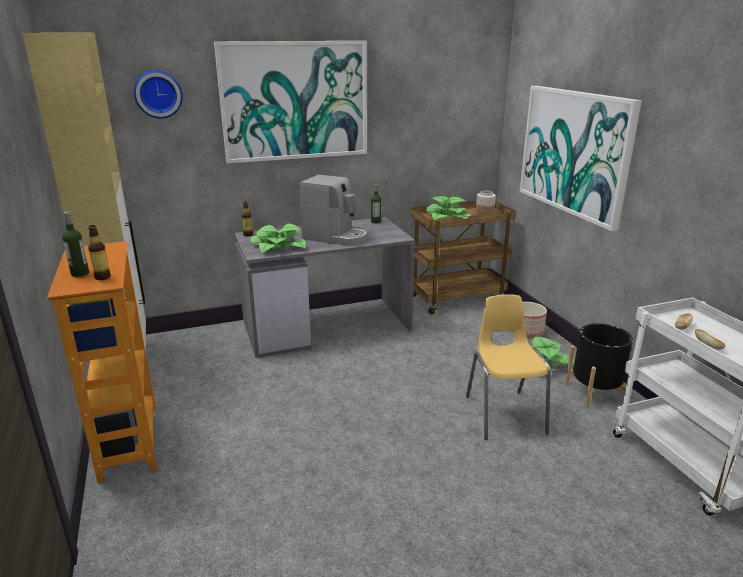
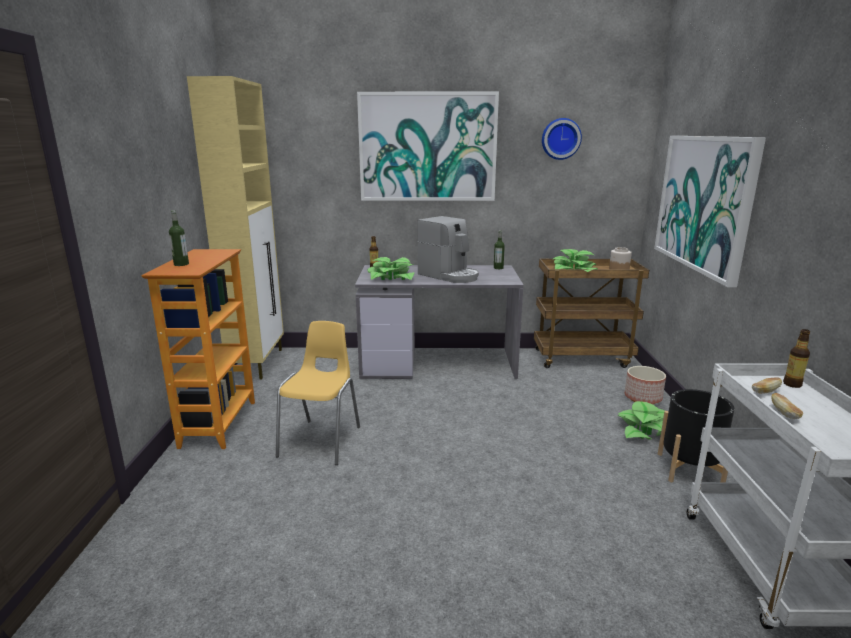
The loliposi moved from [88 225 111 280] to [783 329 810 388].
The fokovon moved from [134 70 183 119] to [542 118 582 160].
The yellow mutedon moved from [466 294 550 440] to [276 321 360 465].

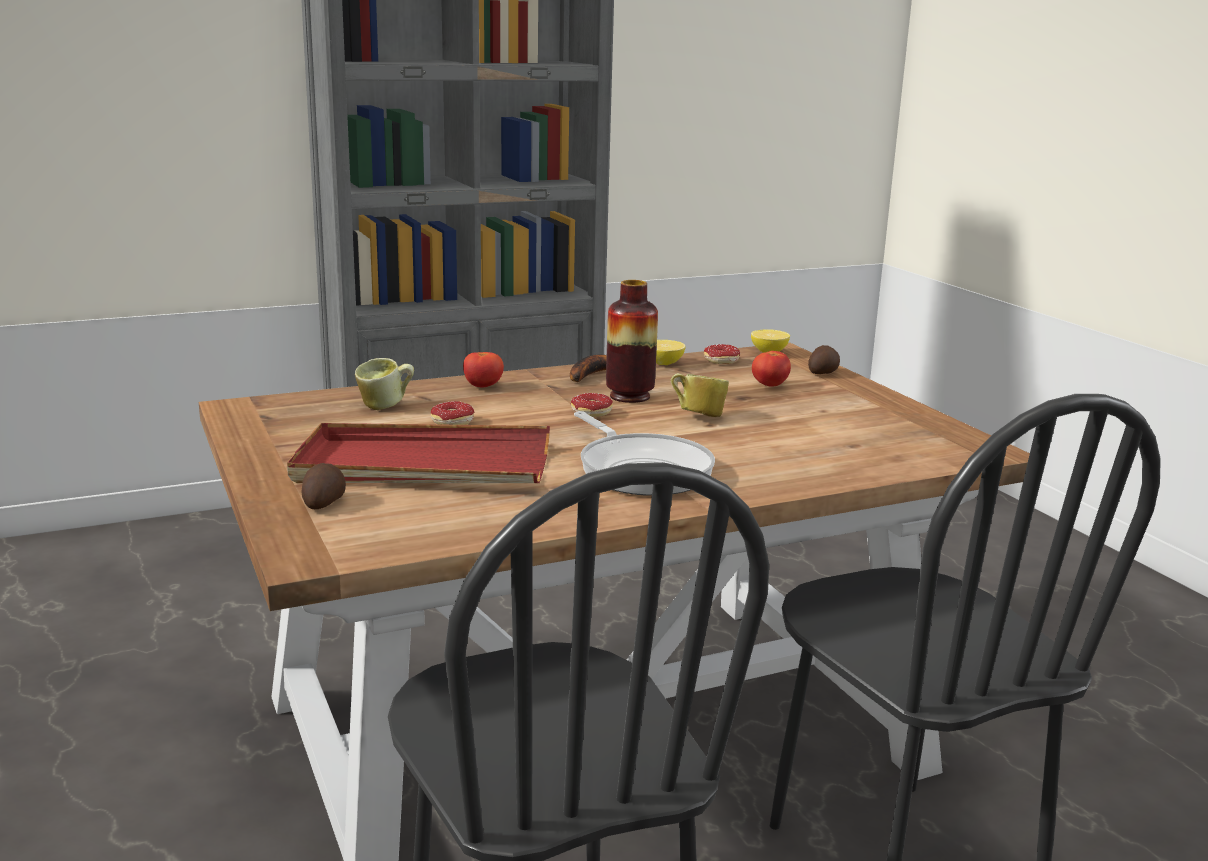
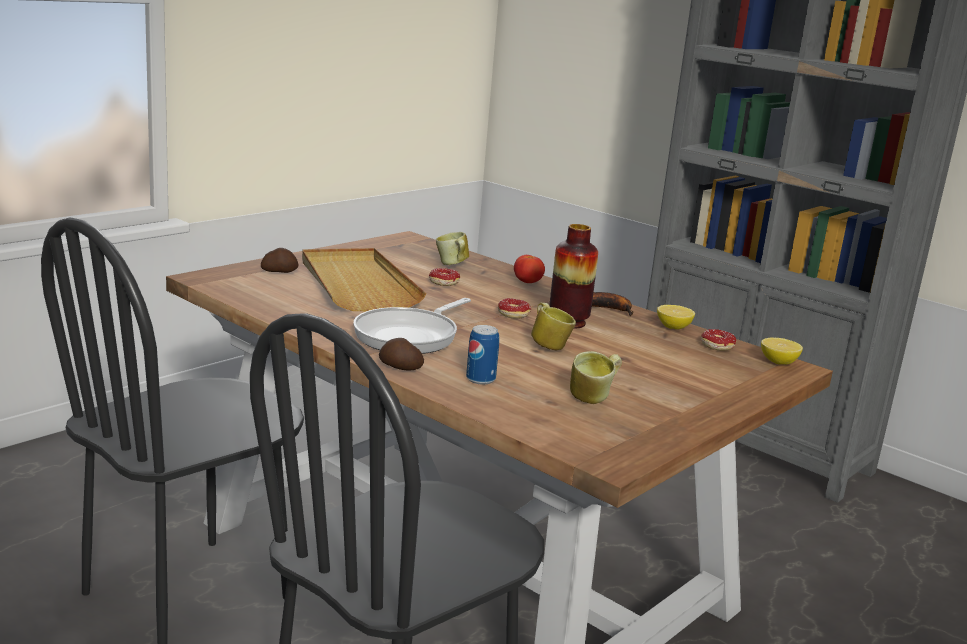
The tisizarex at [752 351 791 387] disappeared.
The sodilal at [466 325 499 385] appeared.
The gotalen at [570 351 622 404] appeared.
The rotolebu moved from [808 345 840 374] to [379 338 424 370].
The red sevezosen at [287 423 550 483] became the beige sevezosen at [302 248 427 311].

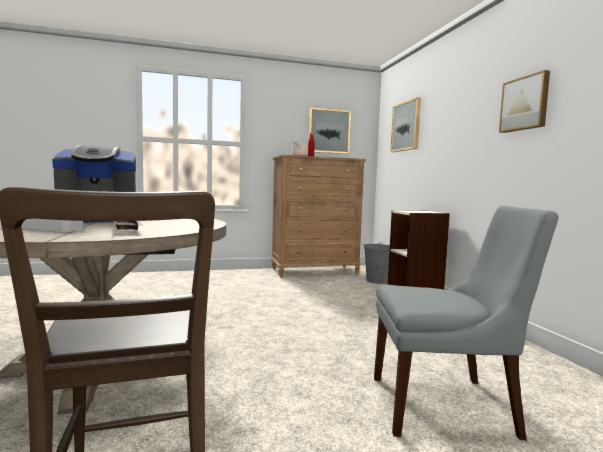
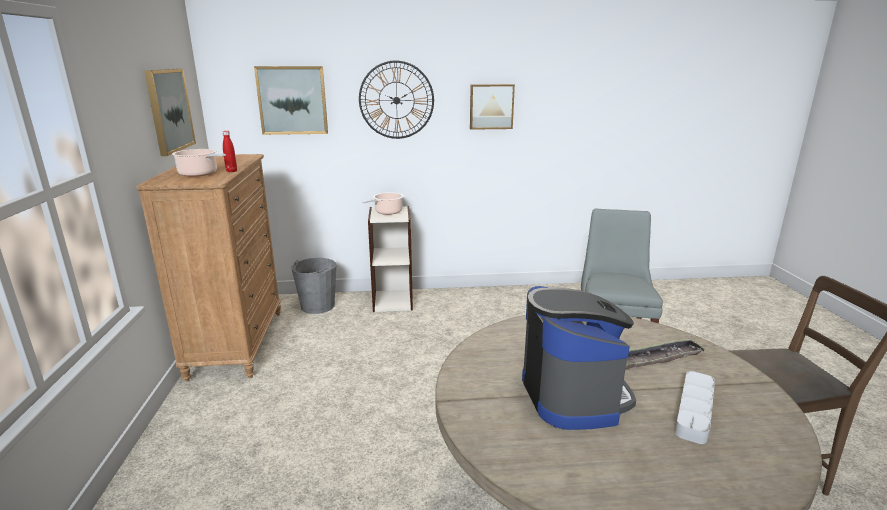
The fokovon at [359 60 434 139] appeared.
The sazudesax at [362 192 403 215] appeared.

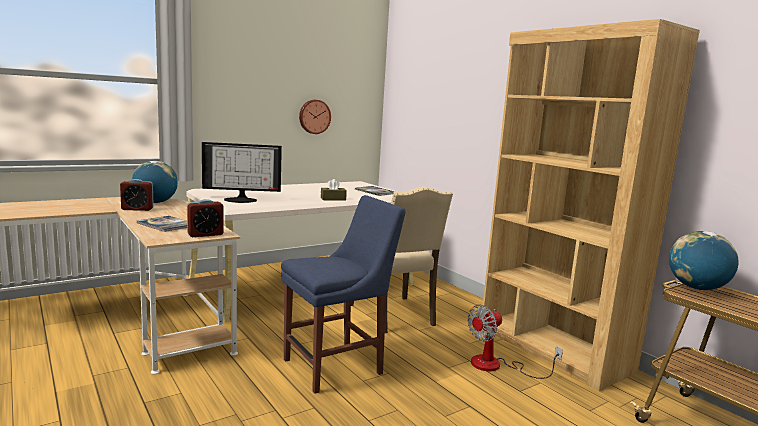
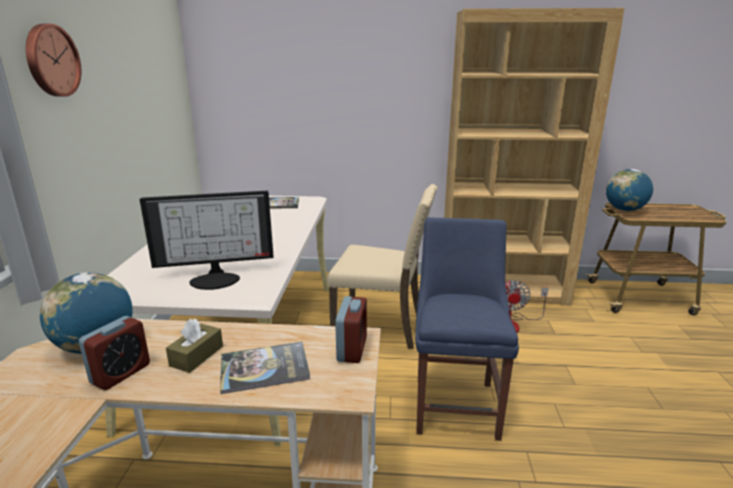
The fokovon moved from [299 100 331 134] to [26 24 81 97].
The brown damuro moved from [321 179 347 201] to [166 318 223 373].
The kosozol at [202 142 282 203] turned 45 degrees clockwise.

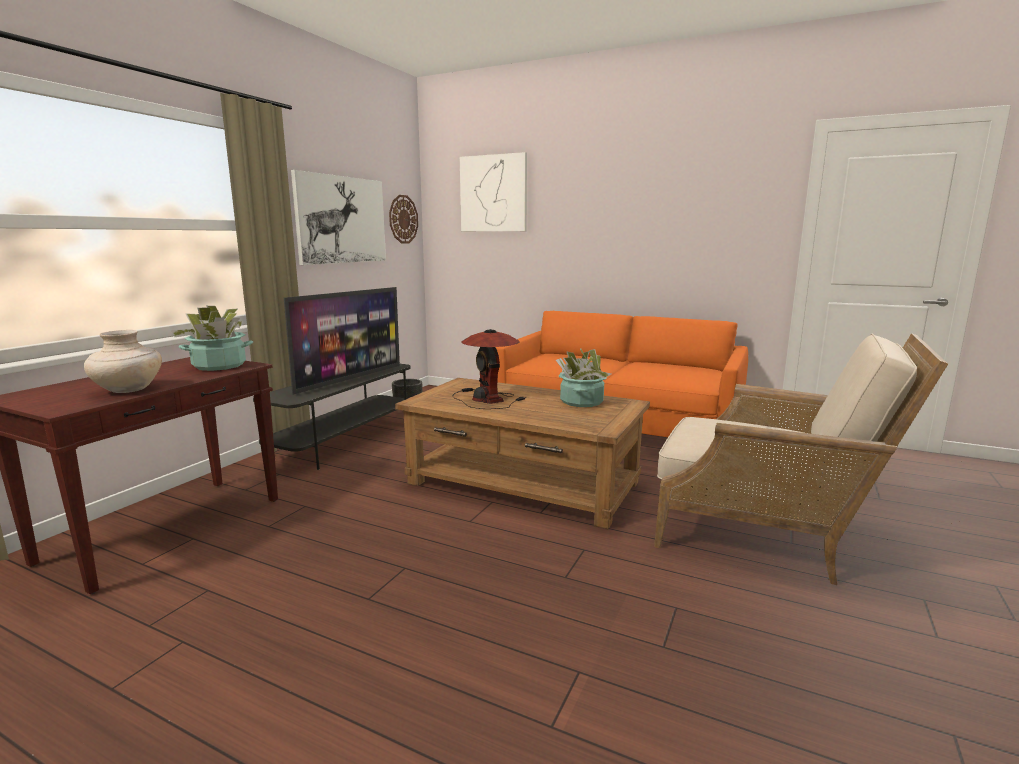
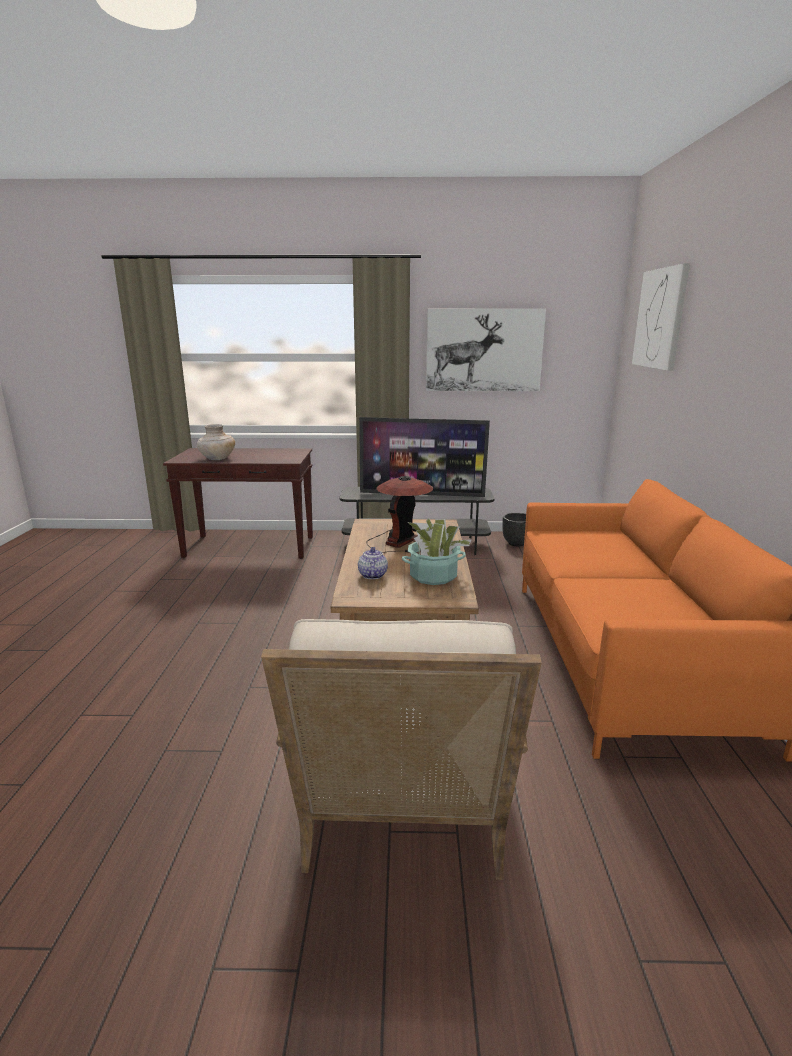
The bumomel at [171 306 253 371] disappeared.
The fokovon at [389 195 418 244] disappeared.
The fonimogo at [358 547 388 579] appeared.

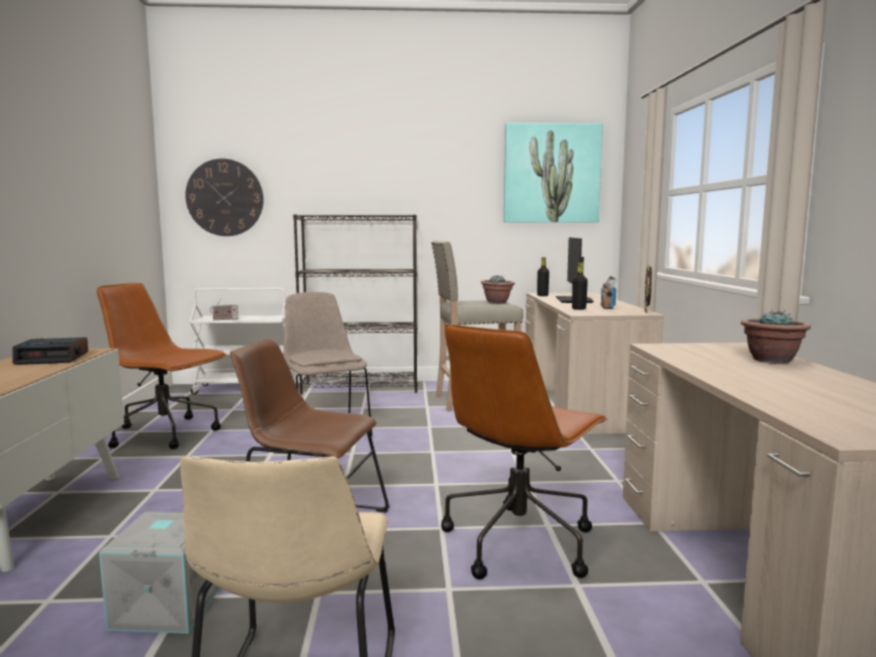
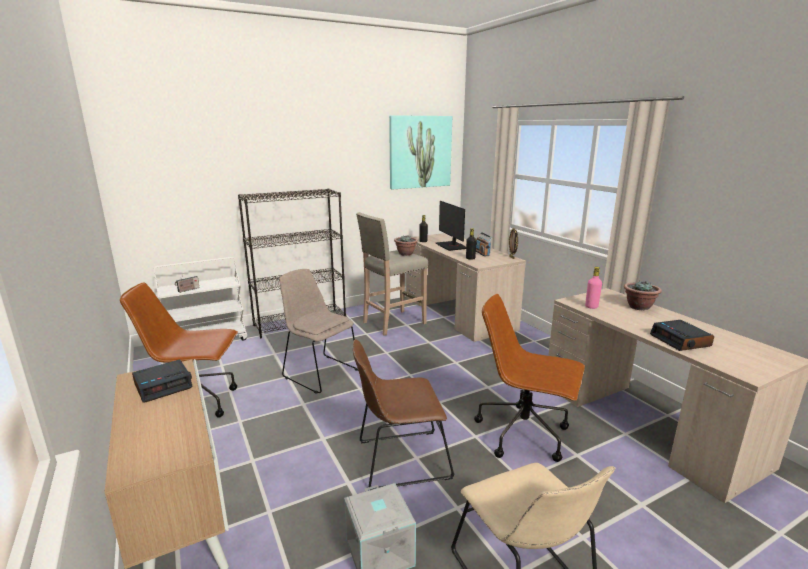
The fokovon at [185 159 264 236] disappeared.
The pink loliposi at [585 267 602 309] appeared.
The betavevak at [650 320 714 351] appeared.
The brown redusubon at [441 324 607 580] turned 105 degrees clockwise.

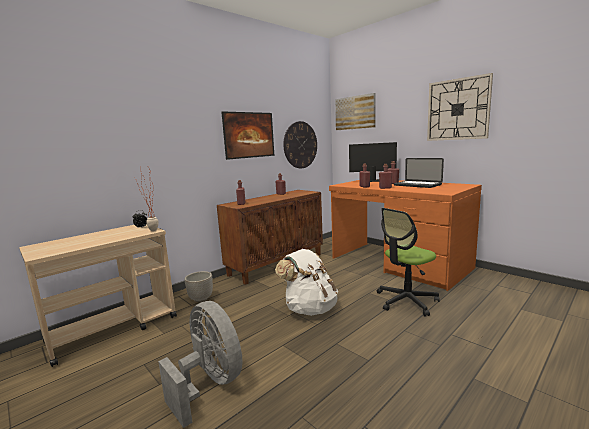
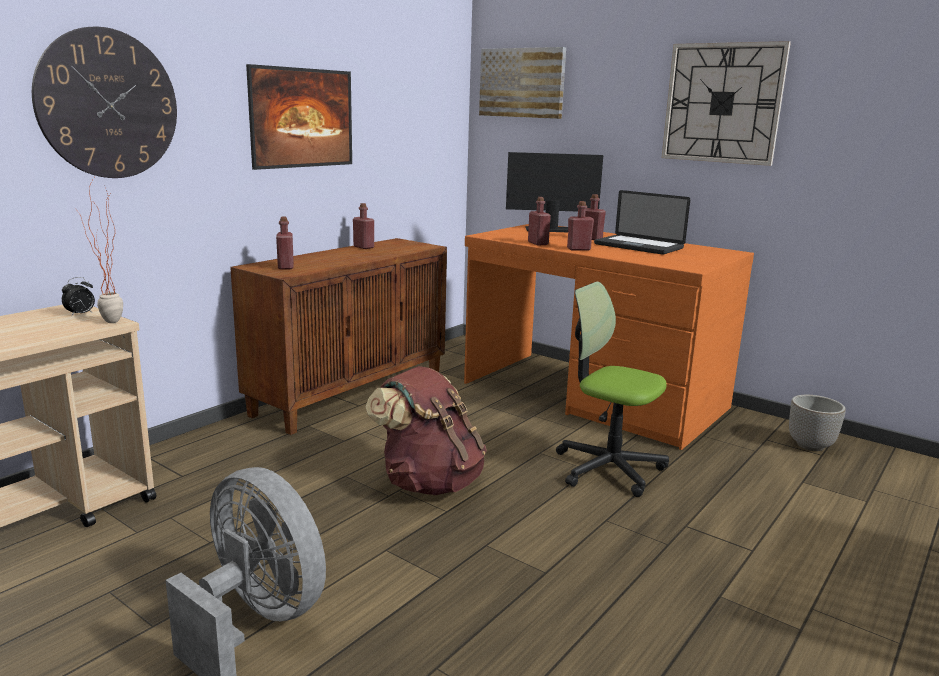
The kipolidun moved from [185 271 213 302] to [789 395 846 451].
The fokovon moved from [283 121 317 168] to [32 27 177 178].
The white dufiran at [275 249 338 316] became the brown dufiran at [365 366 487 495].
The redusubon at [377 208 440 317] turned 75 degrees clockwise.

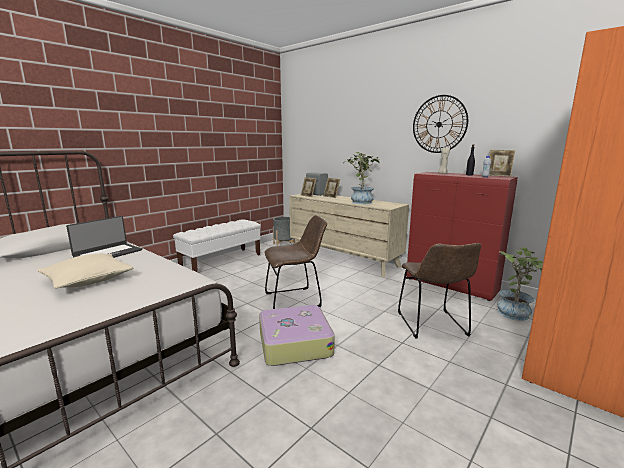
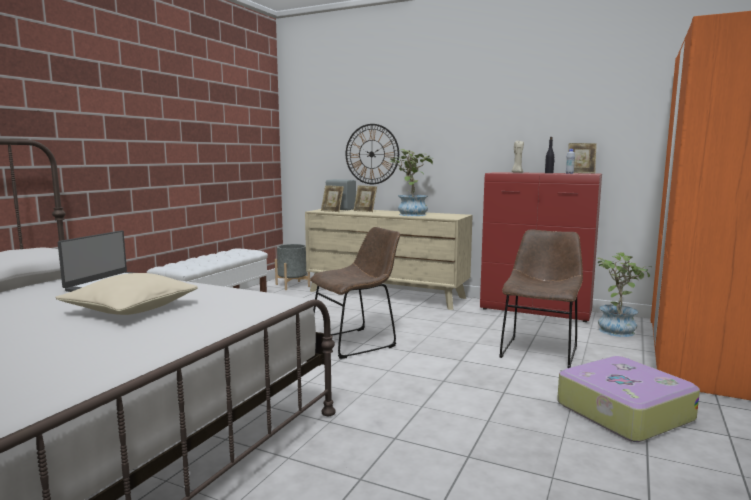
The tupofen moved from [259 305 335 366] to [557 356 700 442].
The fokovon moved from [413 95 468 153] to [346 124 399 184].
The brown mutedon at [398 243 481 339] turned 135 degrees counterclockwise.

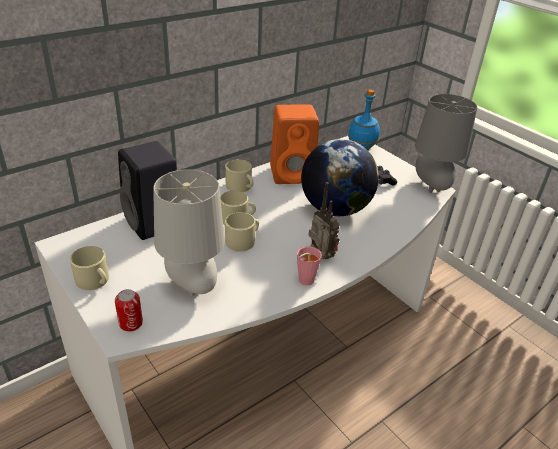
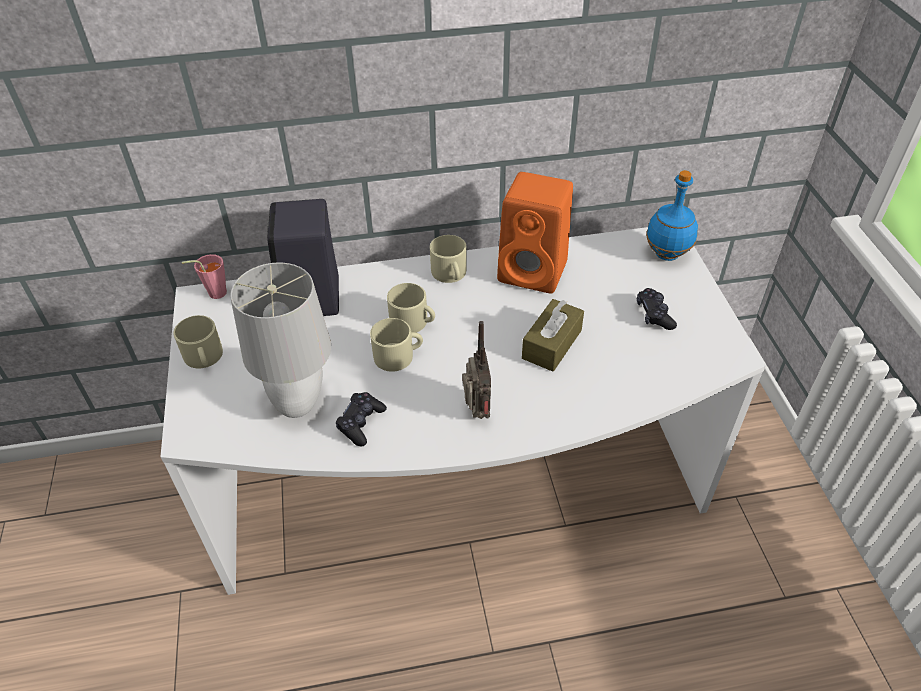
The sodilal at [115 289 143 332] disappeared.
The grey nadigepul at [415 94 477 193] disappeared.
The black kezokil at [336 392 387 446] appeared.
The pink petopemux moved from [297 246 322 285] to [182 254 227 299].
The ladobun at [301 139 379 216] was replaced by the brown damuro at [522 299 584 372].

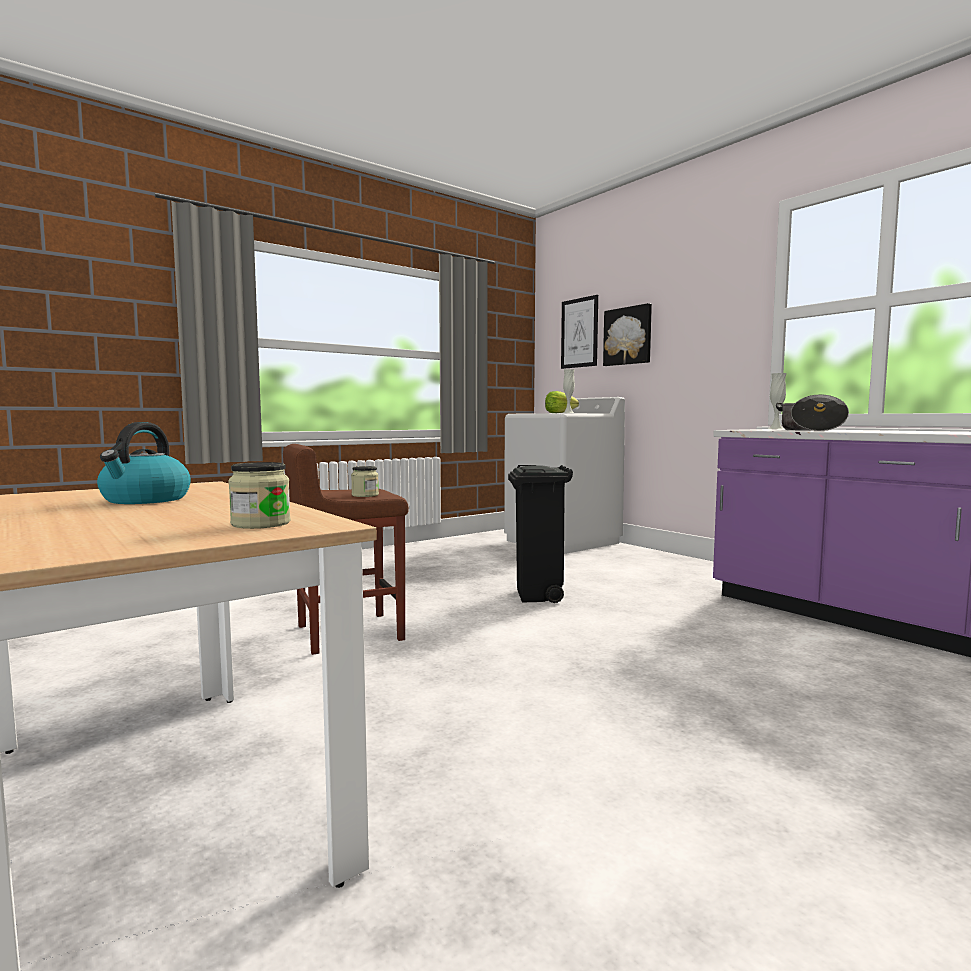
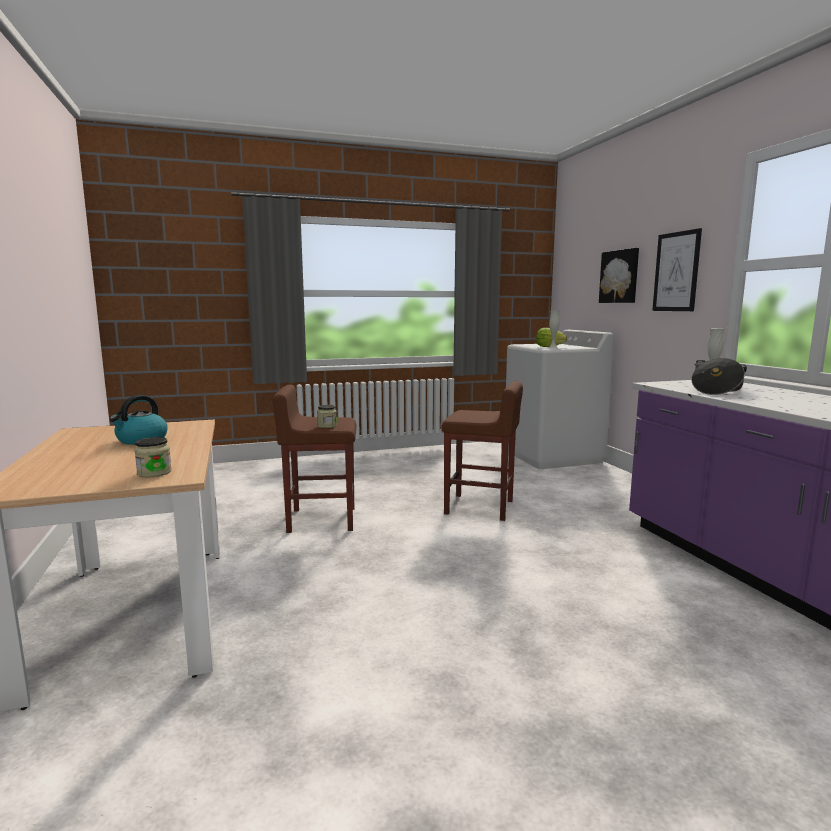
The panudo moved from [561 295 598 369] to [652 228 702 311].
The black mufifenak at [508 465 573 603] was replaced by the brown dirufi at [441 381 523 521].

